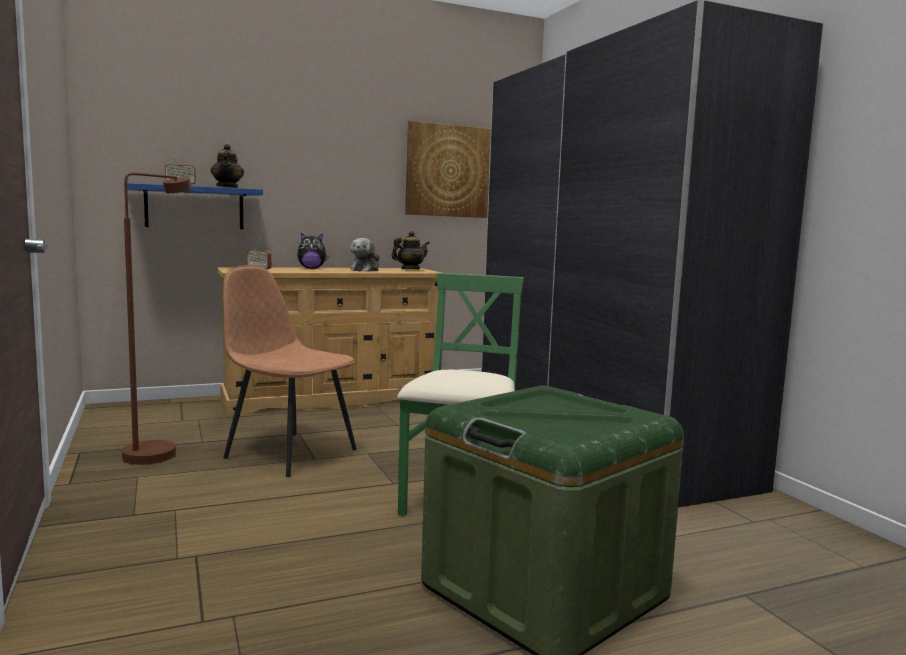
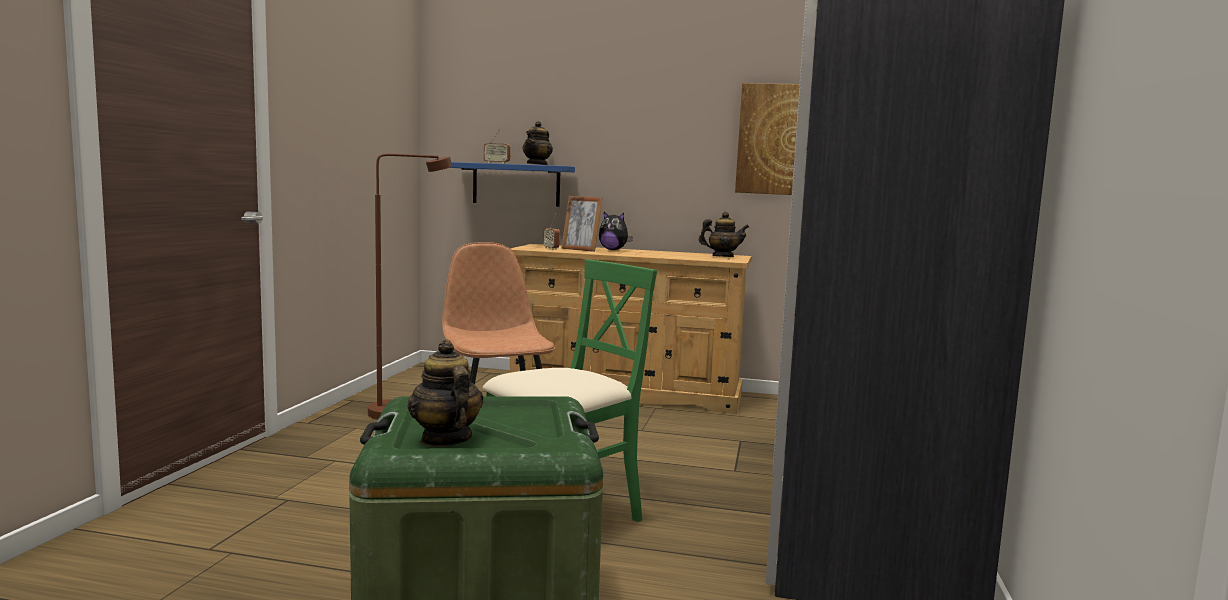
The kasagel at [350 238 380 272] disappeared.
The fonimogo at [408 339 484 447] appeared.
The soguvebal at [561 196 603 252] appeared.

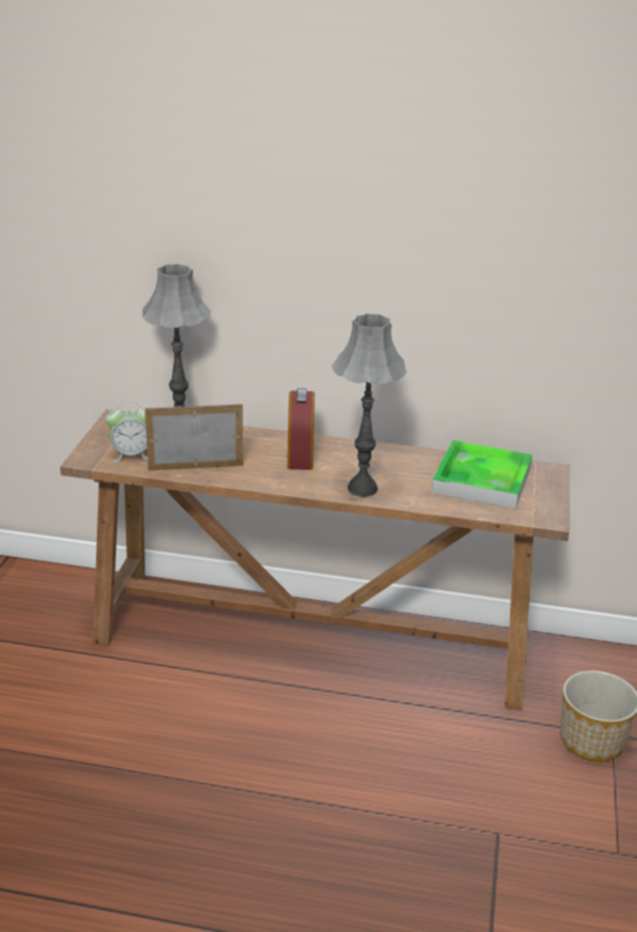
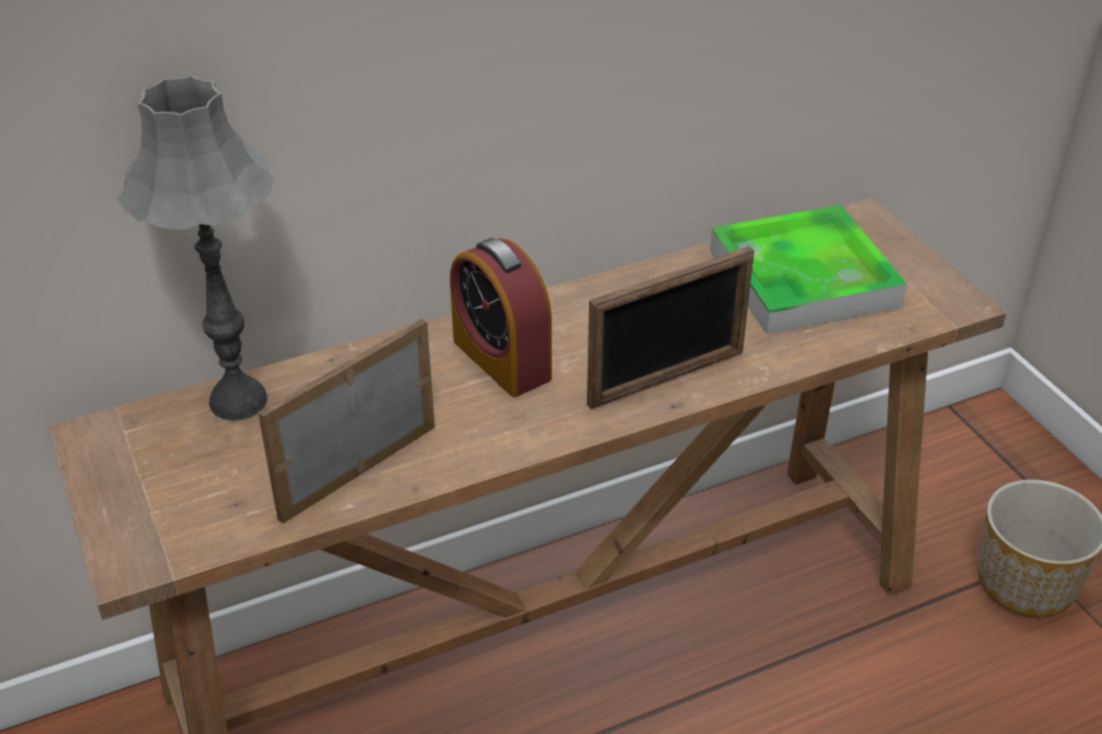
The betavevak at [105 402 148 462] disappeared.
The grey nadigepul at [332 313 407 497] was replaced by the soguvebal at [587 246 754 409].

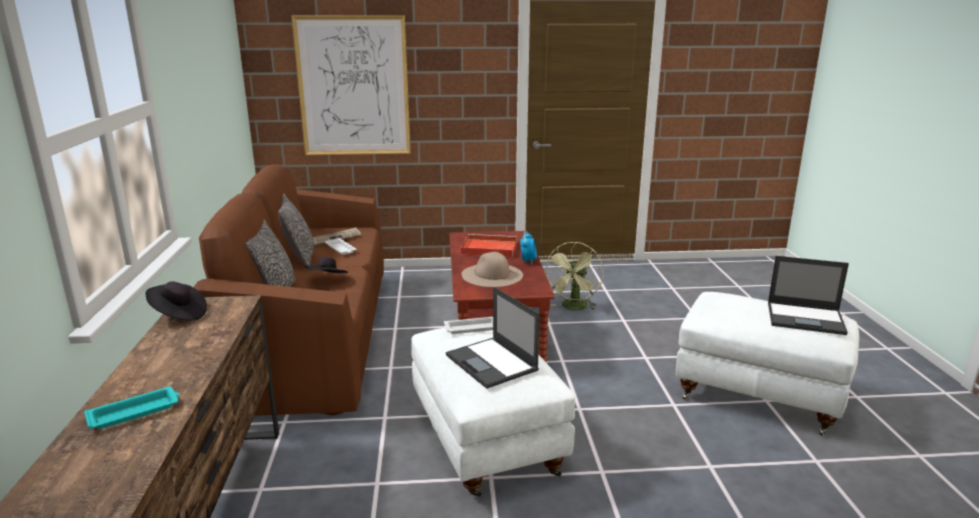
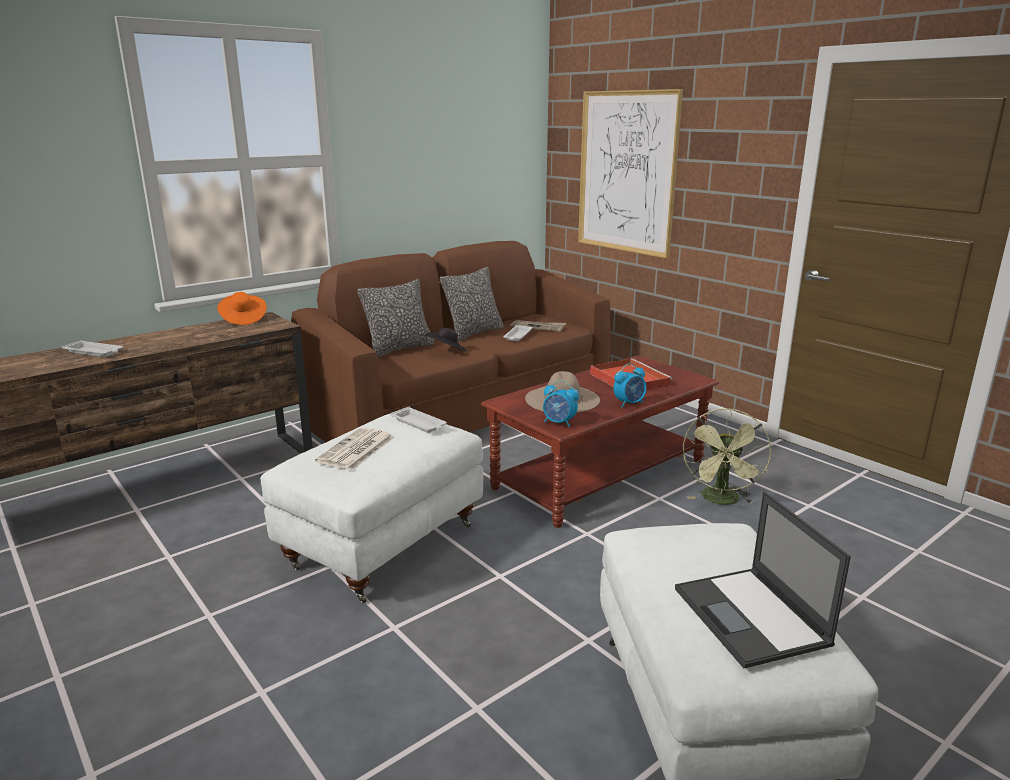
The betavevak at [543 380 579 427] appeared.
The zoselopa at [446 287 540 389] was replaced by the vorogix at [315 428 394 470].
The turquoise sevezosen at [84 387 180 429] became the white sevezosen at [61 340 123 357].
The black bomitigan at [146 281 207 321] became the orange bomitigan at [217 292 267 325].
The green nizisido at [546 242 604 311] turned 60 degrees counterclockwise.

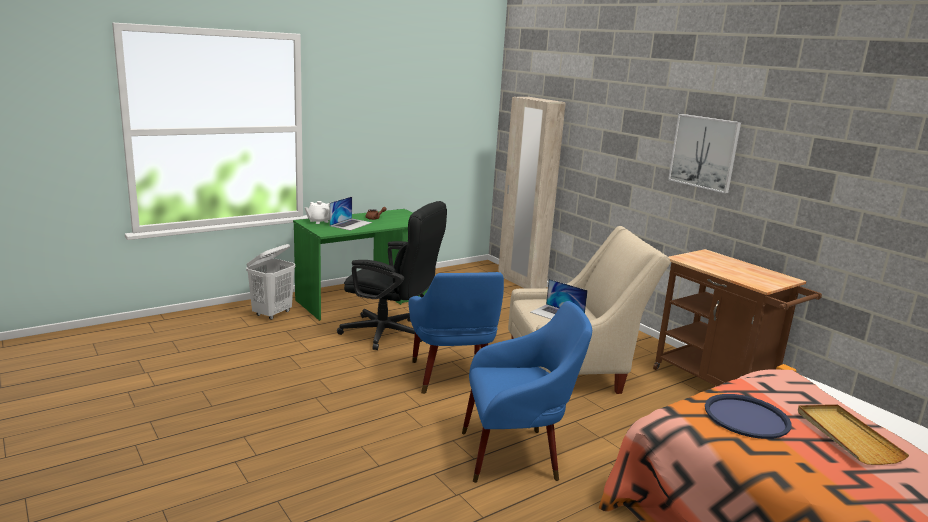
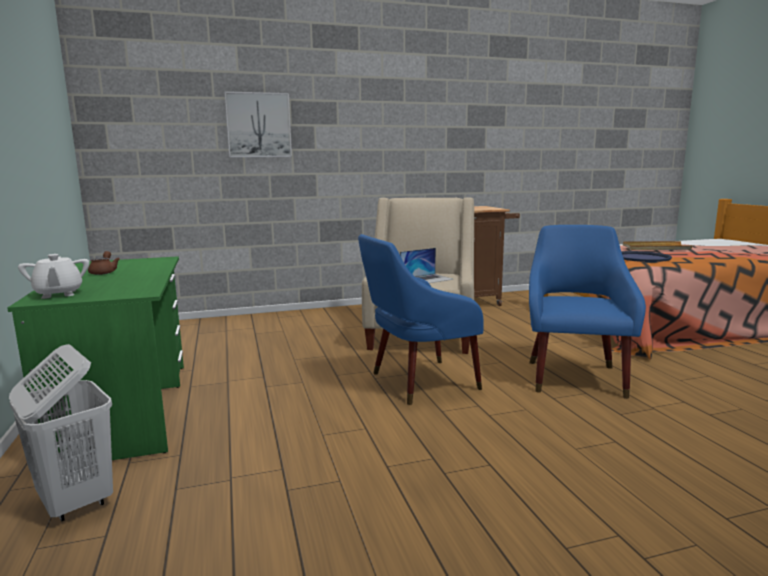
The zoselopa at [329 196 372 231] disappeared.
The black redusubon at [337 201 447 350] disappeared.
The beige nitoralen at [498 97 566 288] disappeared.
The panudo moved from [668 114 741 193] to [224 91 292 157].
The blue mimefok at [409 272 504 394] turned 150 degrees clockwise.

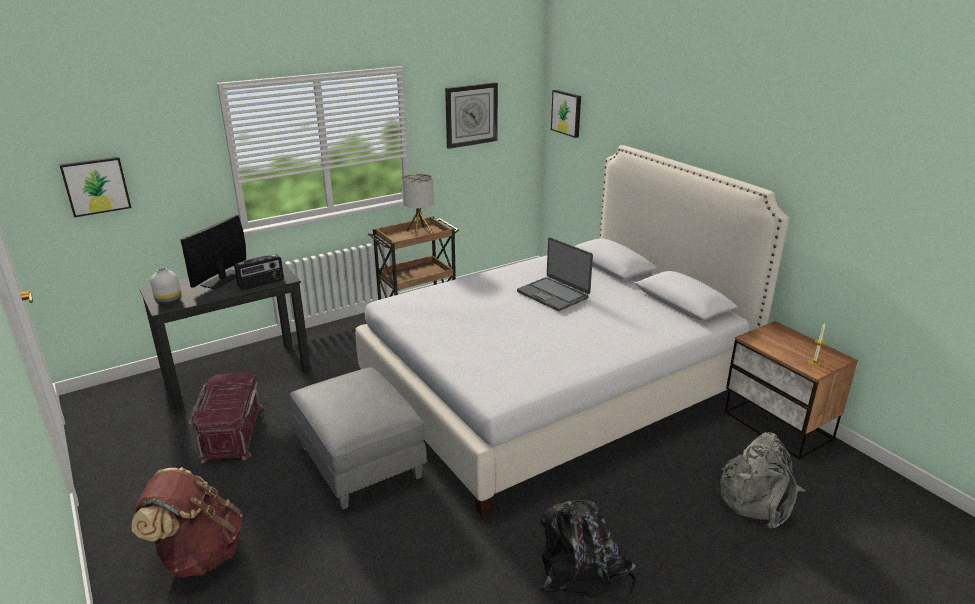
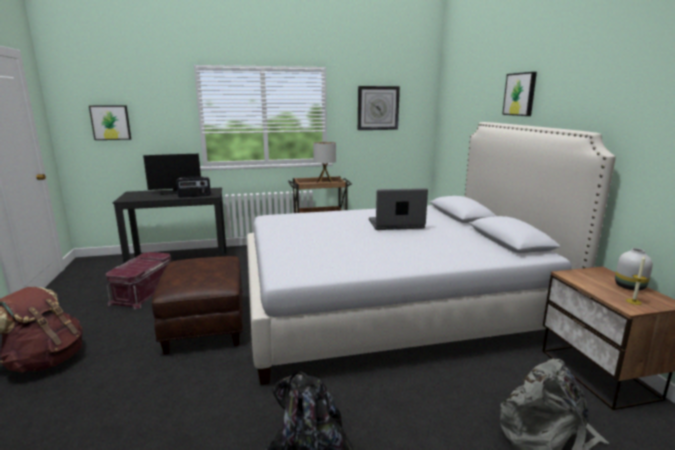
The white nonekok moved from [150 267 181 305] to [615 248 653 291].
The panudo moved from [551 90 581 138] to [502 72 537 116].
The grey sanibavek at [290 367 427 510] became the brown sanibavek at [152 256 243 354].
The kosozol at [180 215 246 289] turned 150 degrees counterclockwise.
The zoselopa at [517 237 593 311] turned 105 degrees clockwise.

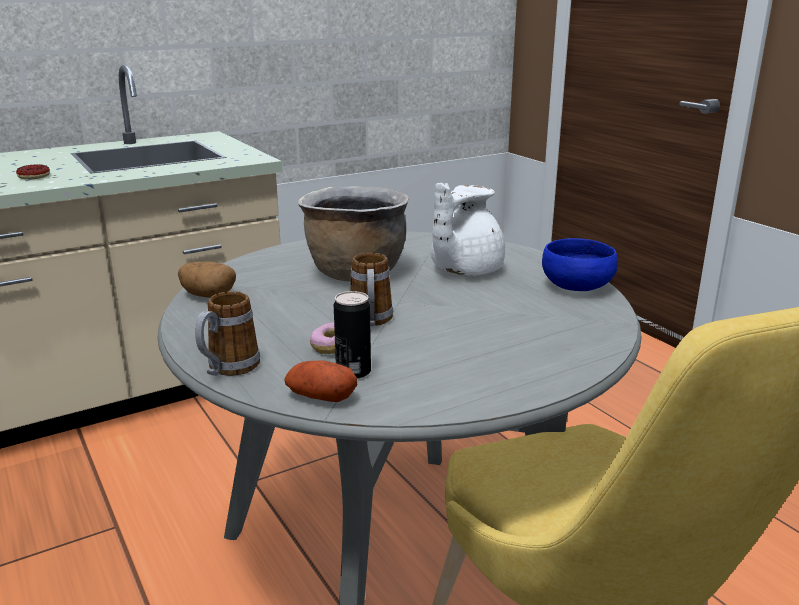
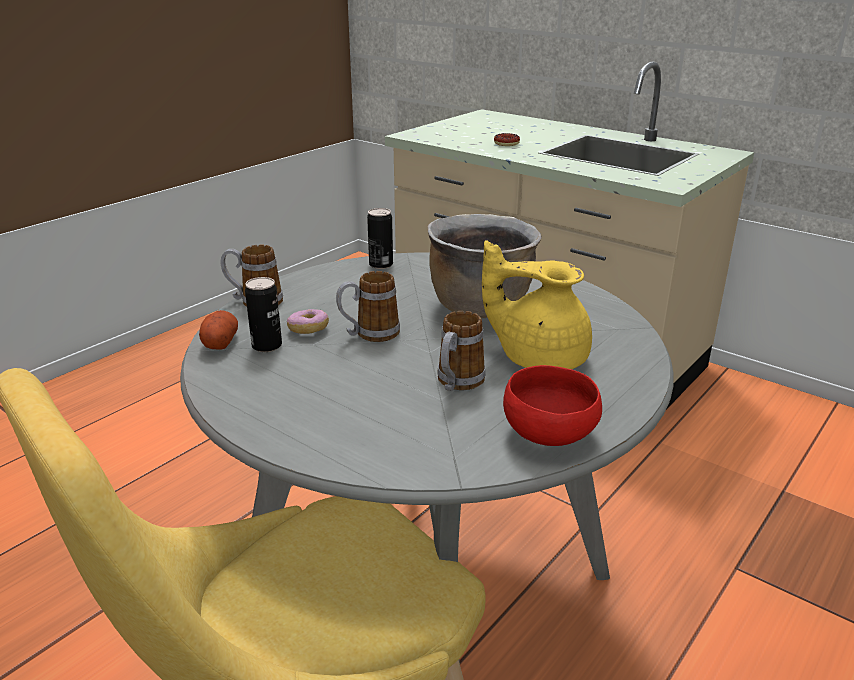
The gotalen at [438 311 486 391] appeared.
The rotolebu at [178 262 236 298] was replaced by the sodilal at [367 208 393 269].
The white fonimogo at [431 183 505 276] became the yellow fonimogo at [482 240 592 369].
The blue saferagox at [542 238 618 291] became the red saferagox at [503 365 602 446].

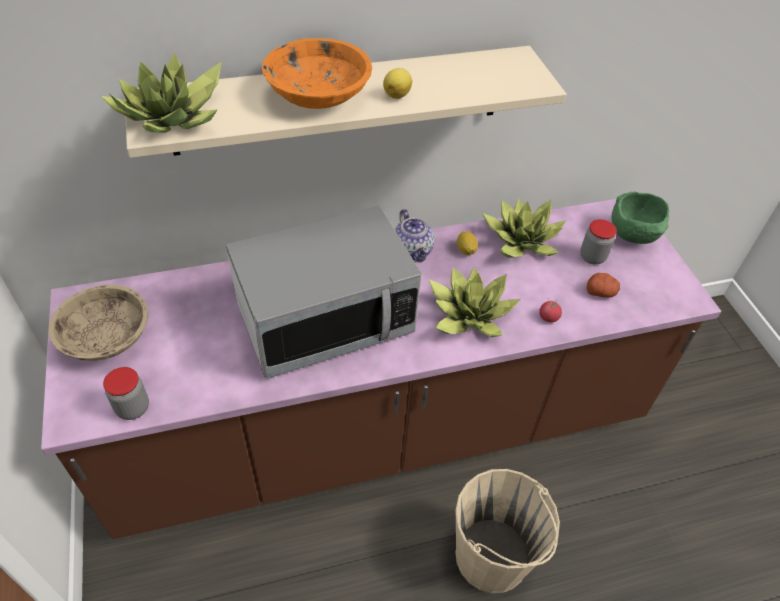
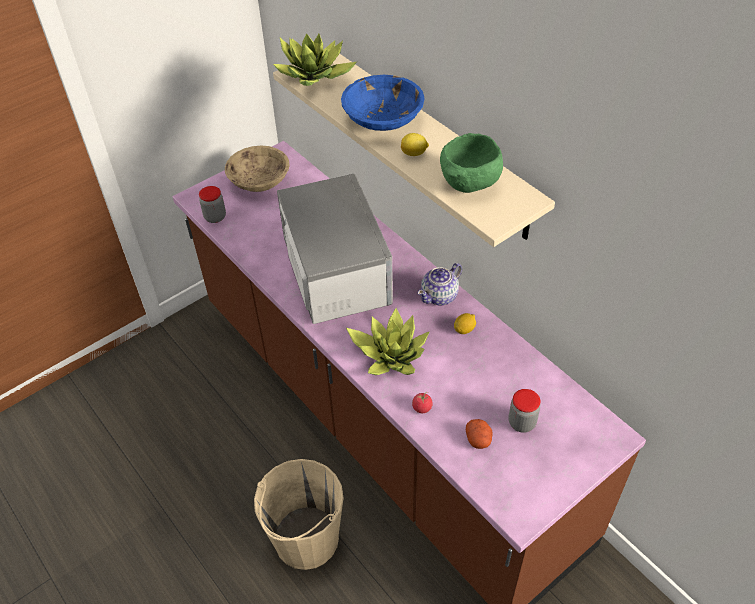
The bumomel at [483 198 566 258] disappeared.
The green saferagox moved from [612 192 669 244] to [440 133 503 193].
The orange saferagox at [262 38 372 109] became the blue saferagox at [341 75 425 131].
The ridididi at [226 205 421 378] turned 150 degrees counterclockwise.

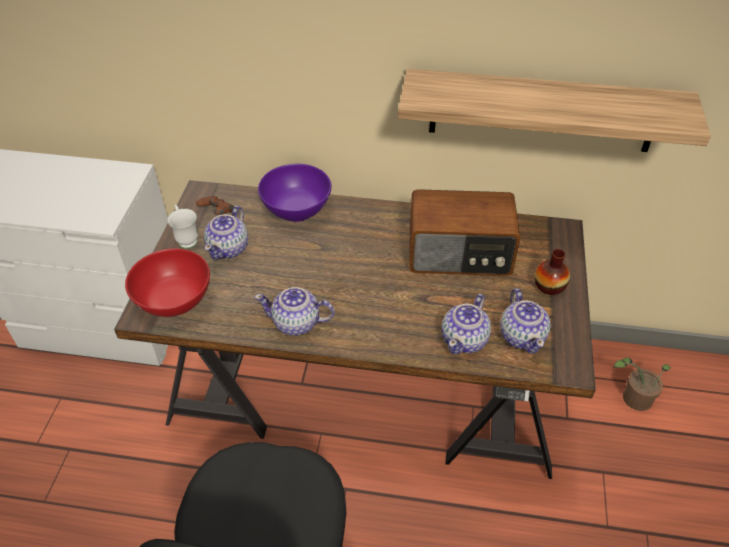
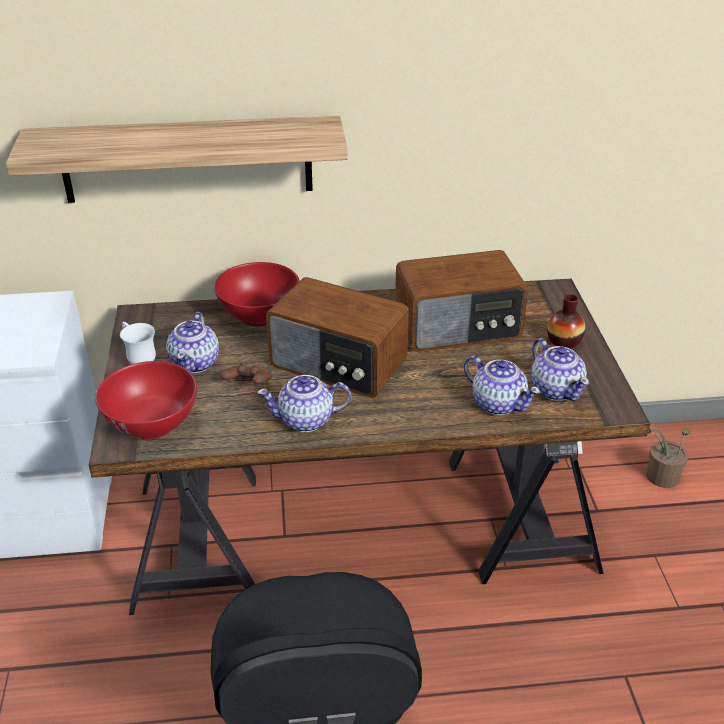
The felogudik at [266 277 409 398] appeared.
The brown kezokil moved from [196 196 234 215] to [221 363 272 383].
The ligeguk moved from [398 69 711 152] to [6 115 348 203].
The purple saferagox at [258 164 331 222] became the red saferagox at [214 262 300 326].
The fonimogo at [442 294 491 355] turned 60 degrees counterclockwise.

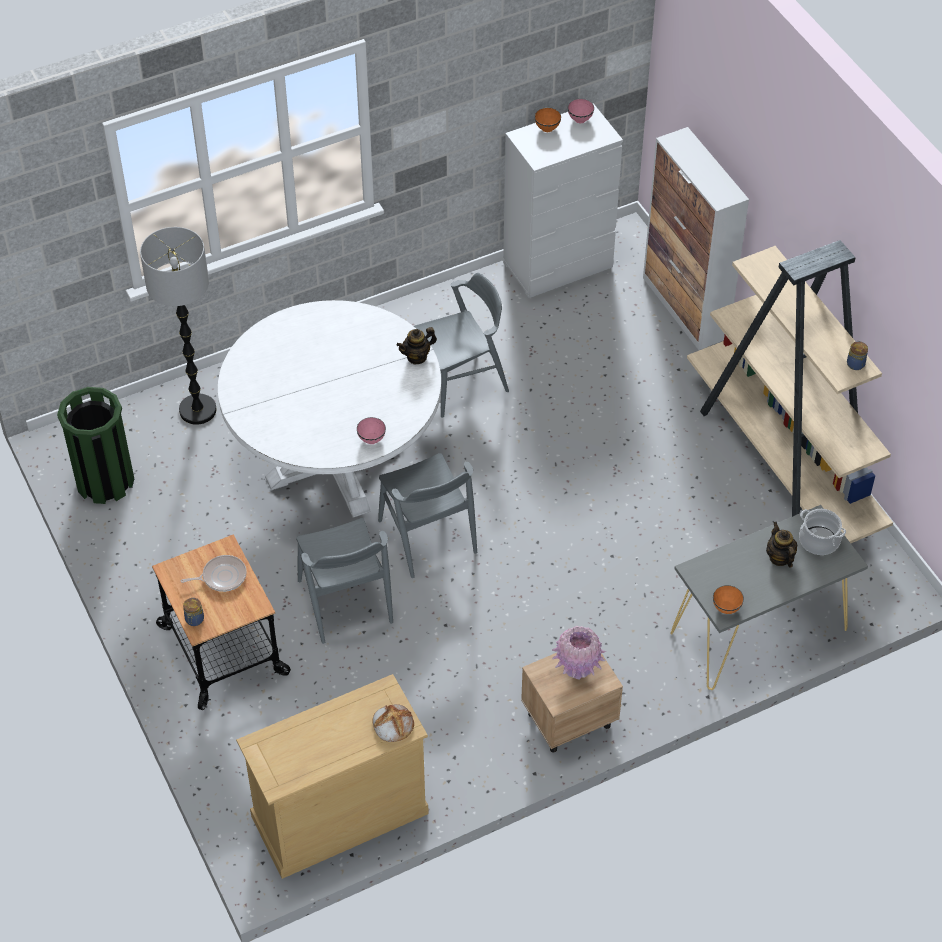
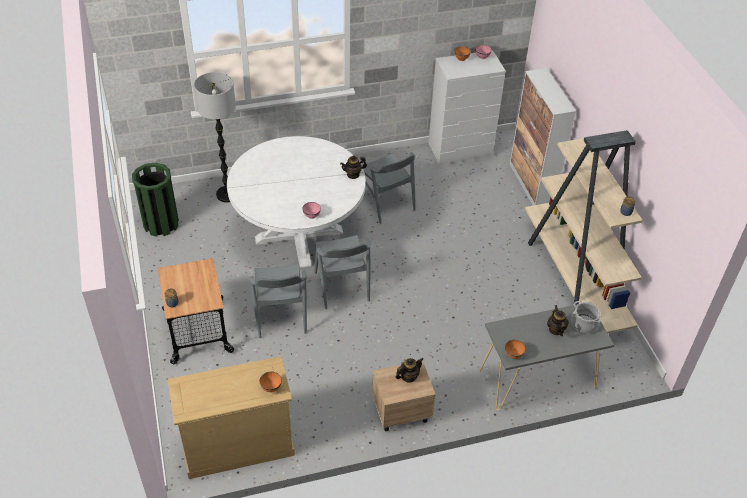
The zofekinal at [180 555 247 592] disappeared.
The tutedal at [372 704 414 742] was replaced by the orange saferagox at [260 371 282 392].
The pink nonekok at [552 626 606 679] was replaced by the fonimogo at [395 358 423 383].
The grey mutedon at [414 273 509 418] turned 75 degrees clockwise.

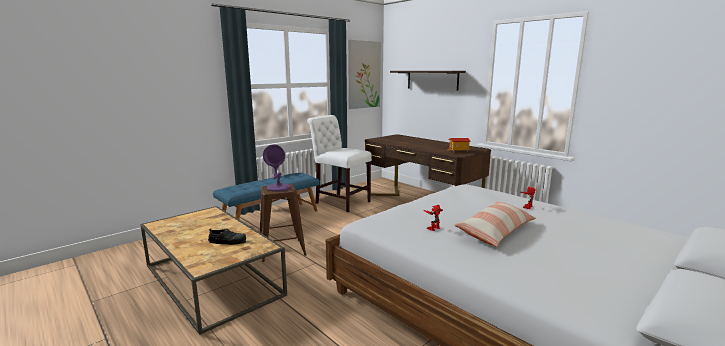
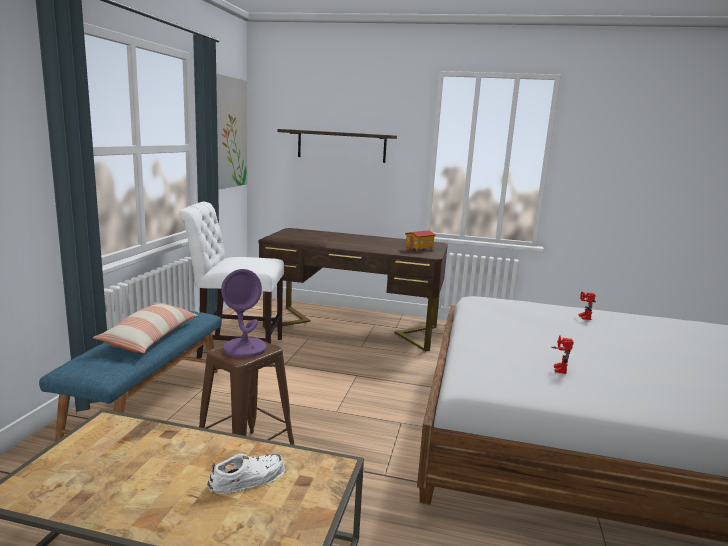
The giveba moved from [454 201 536 247] to [93 302 198 353].
The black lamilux at [208 228 246 245] became the white lamilux at [207 454 285 494].

